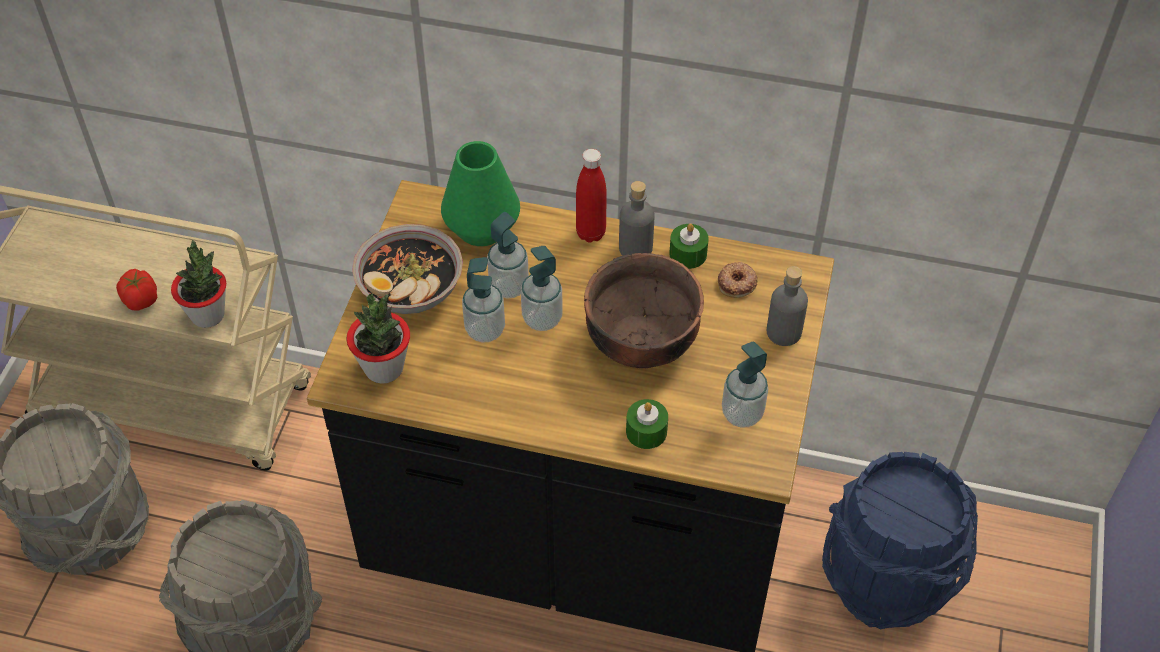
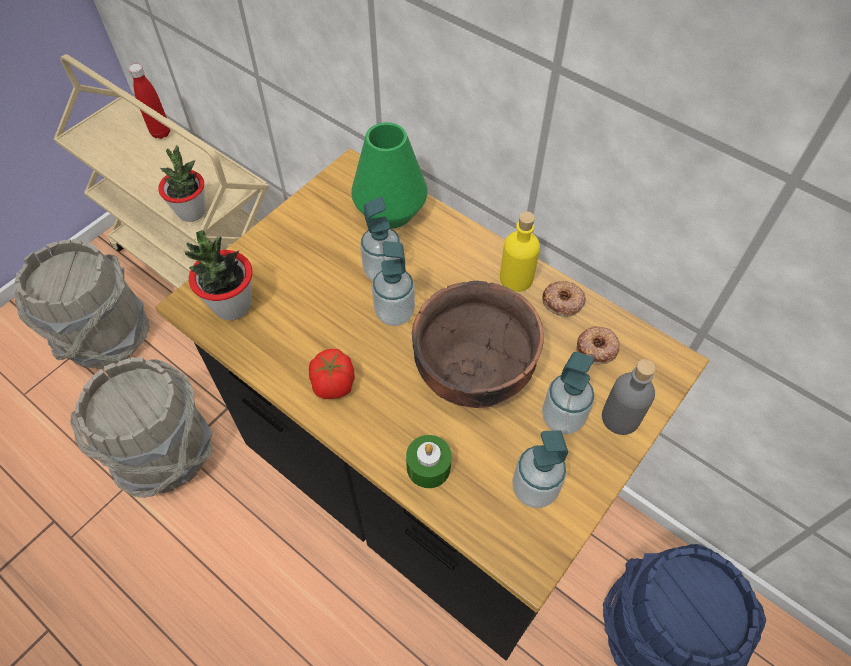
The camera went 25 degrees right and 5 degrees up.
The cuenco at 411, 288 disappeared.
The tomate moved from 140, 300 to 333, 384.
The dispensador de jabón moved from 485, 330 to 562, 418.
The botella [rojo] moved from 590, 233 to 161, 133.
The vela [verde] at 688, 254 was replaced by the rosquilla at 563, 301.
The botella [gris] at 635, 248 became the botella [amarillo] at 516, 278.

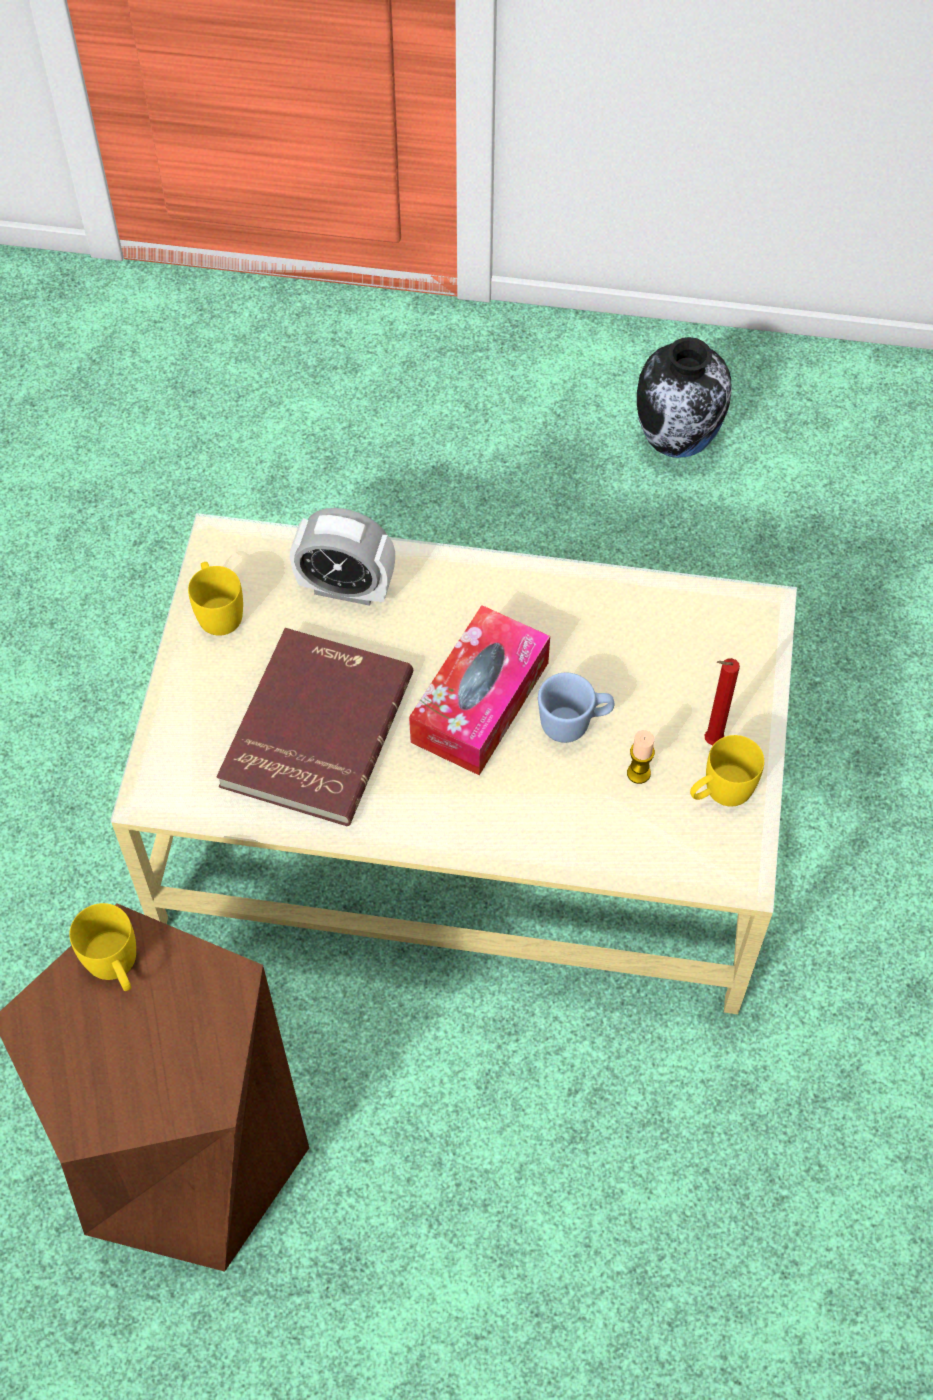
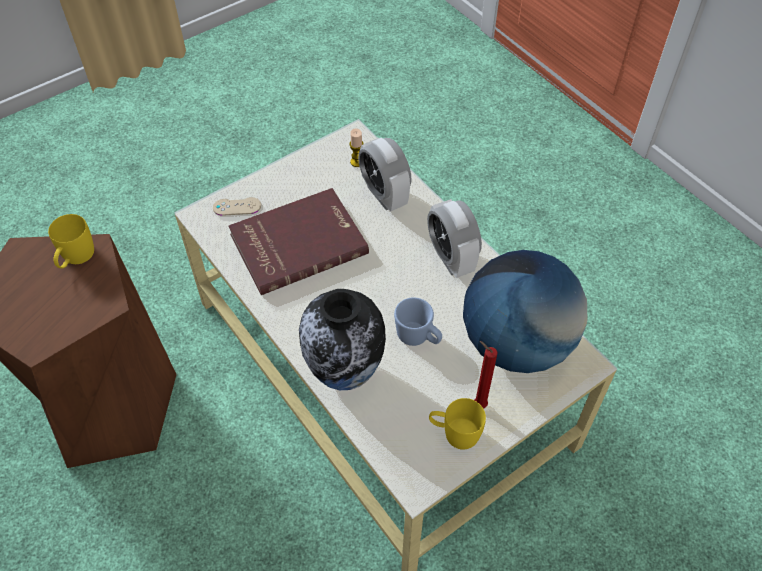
The camera went 45 degrees right and 5 degrees down.
The taza grande [amarillo] at 217, 610 disappeared.
The caja de pañuelos at 480, 702 disappeared.
The mando de consola [beis] at 237, 206 appeared.
The despertador at 451, 258 appeared.
The globo terráqueo at 516, 343 appeared.
The vela moved from 638, 773 to 357, 162.
The florero moved from 677, 443 to 345, 373.

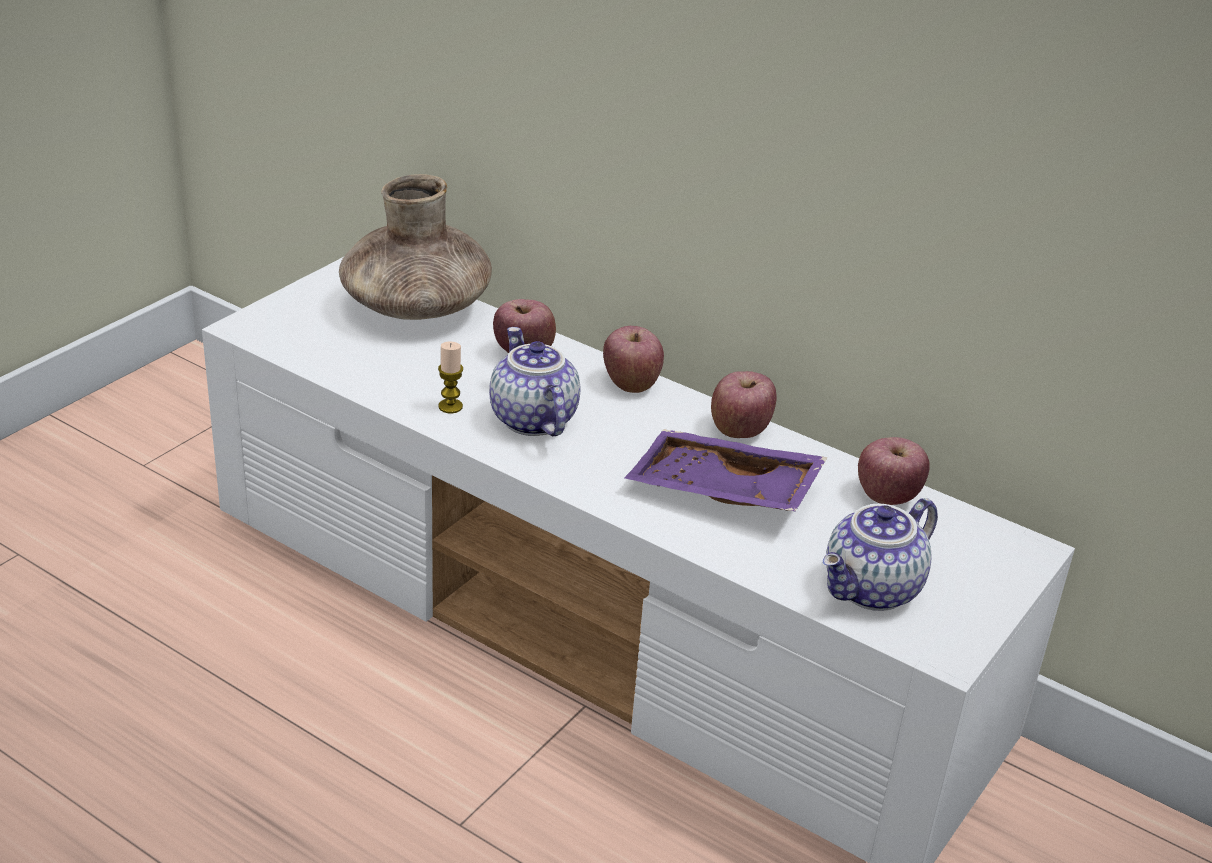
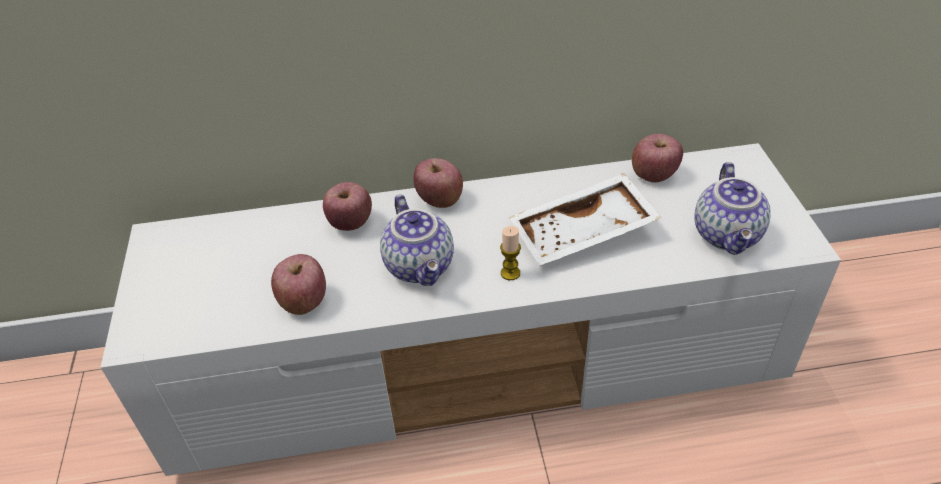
The camera went 40 degrees left and 10 degrees up.
The florero [marrón] at 416, 308 disappeared.
The vela moved from 450, 406 to 510, 273.
The manzana moved from 740, 429 to 303, 301.
The bandeja [morado] at 722, 492 became the bandeja [blanco] at 583, 234.
The tetera at 531, 419 turned 135 degrees counterclockwise.

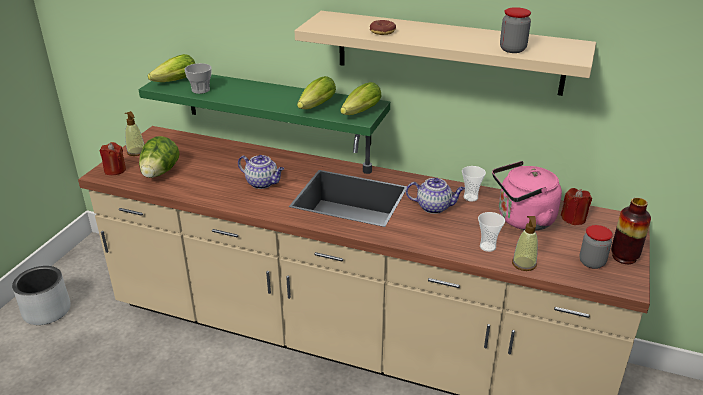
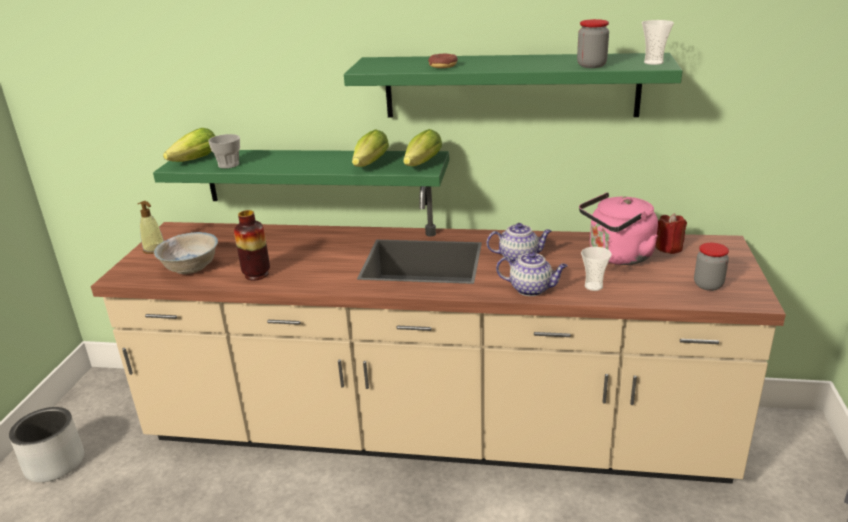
The camera went 10 degrees left and 5 degrees down.
The vela [rojo] at 115, 170 disappeared.
The dispensador de jabón at 524, 264 disappeared.
The tetera moved from 263, 183 to 531, 289.
The taza moved from 470, 197 to 653, 62.
The florero moved from 624, 257 to 256, 274.
The lechuga at 160, 173 was replaced by the cuenco [blanco] at 191, 267.
The estante [beis] at 448, 52 became the estante [verde] at 510, 86.

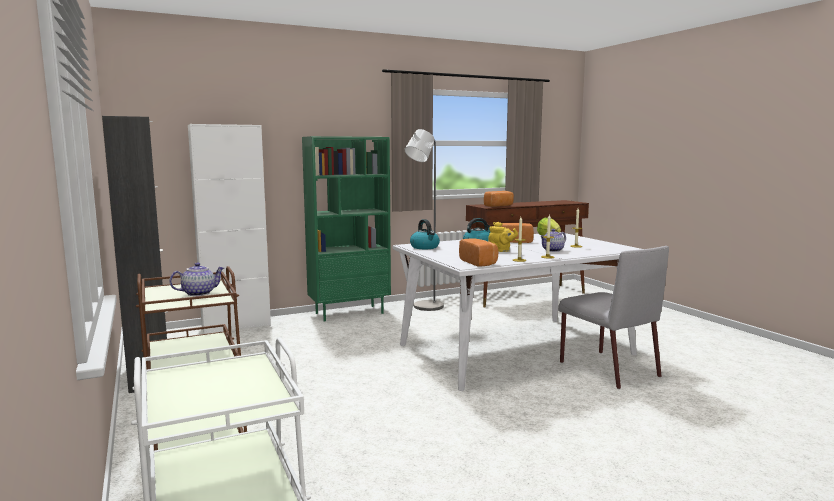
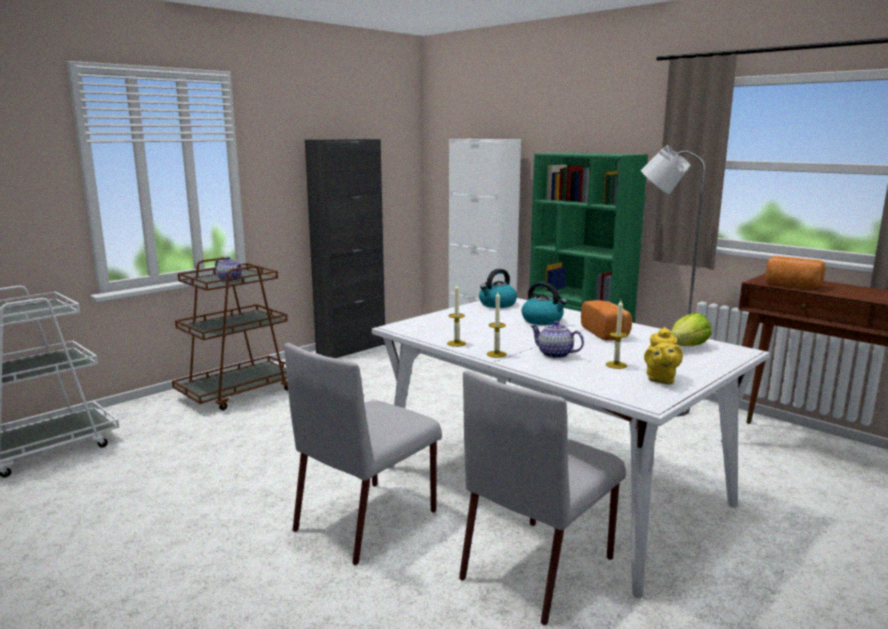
The camera went 70 degrees right and 5 degrees up.
The pan at 479, 262 disappeared.
The silla [gris] at 368, 519 appeared.
The tetera [amarillo] moved from 501, 251 to 660, 379.

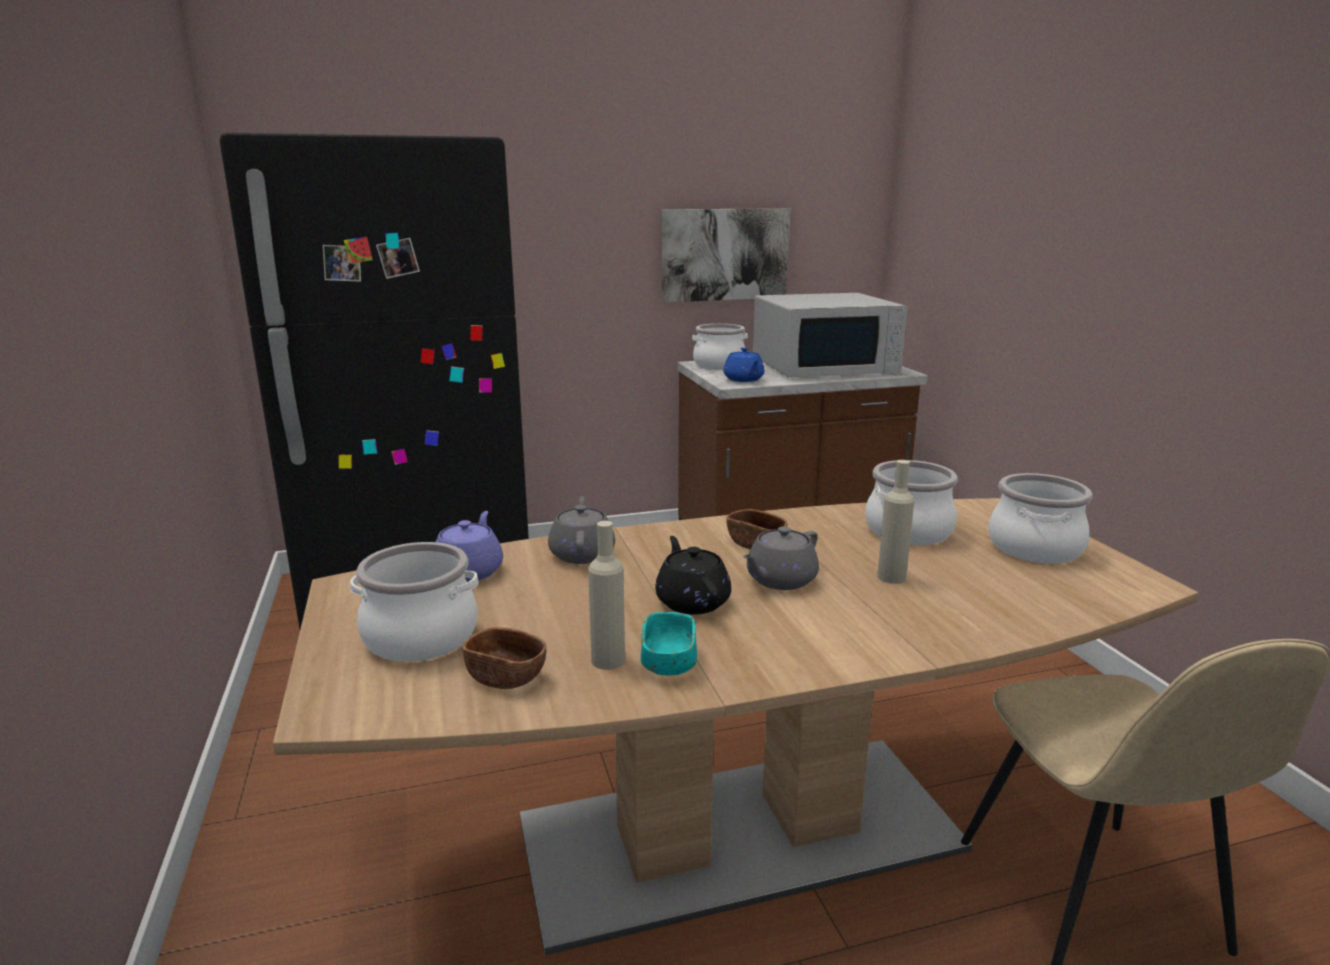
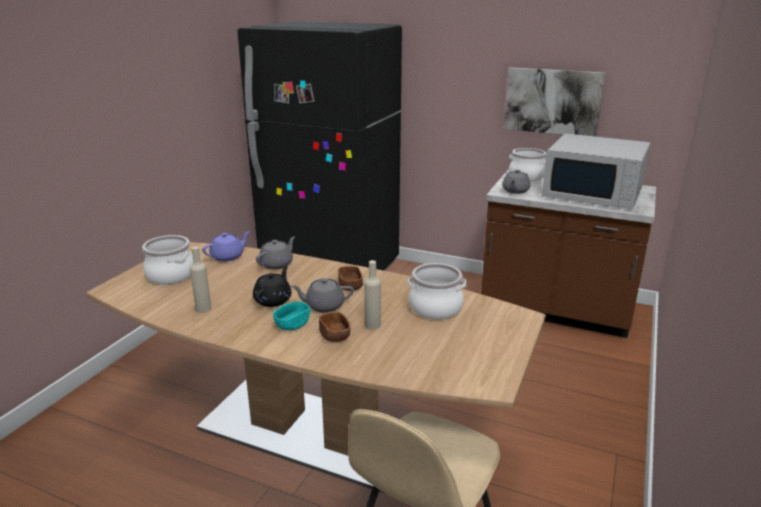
The camera went 40 degrees right and 5 degrees up.
The olla at 1033, 548 disappeared.
The cuenco [marrón] moved from 506, 677 to 335, 336.
The cuenco [turquesa] moved from 668, 663 to 292, 325.
The tetera [azul] at 744, 379 became the tetera [gris] at 515, 191.

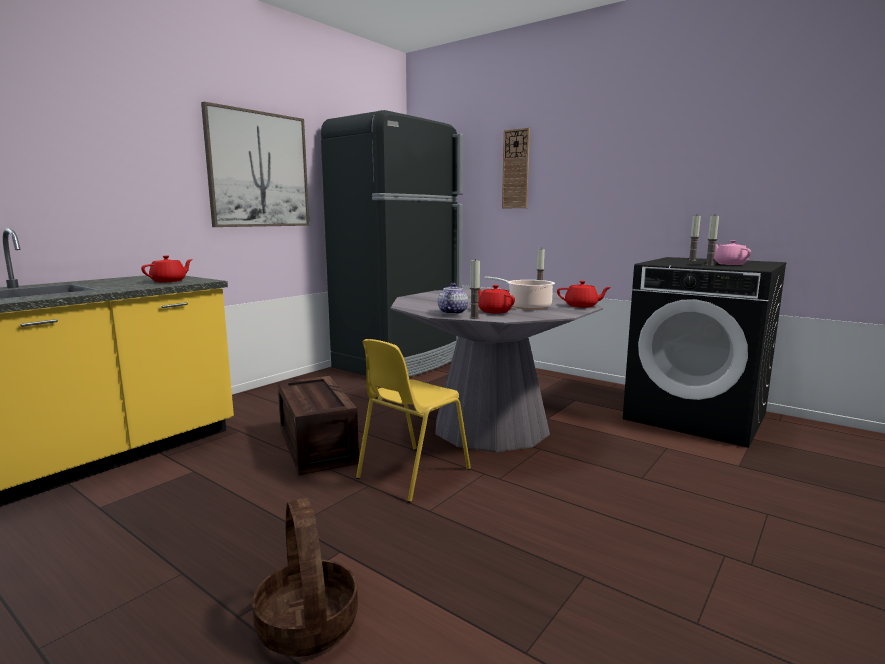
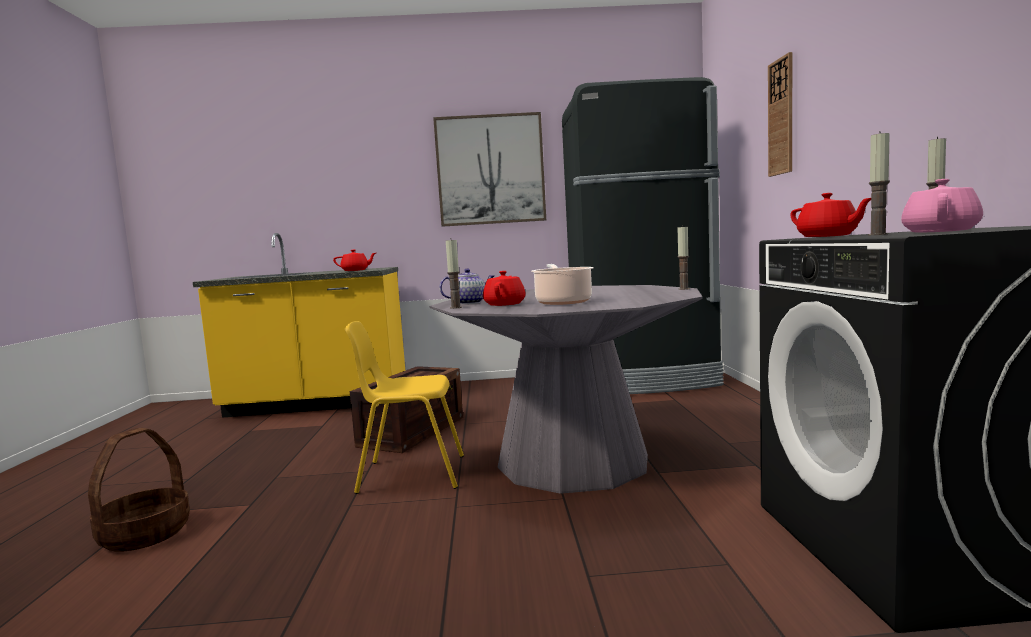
The camera went 50 degrees right and 5 degrees down.
The tetera [rojo] moved from 582, 306 to 827, 236.

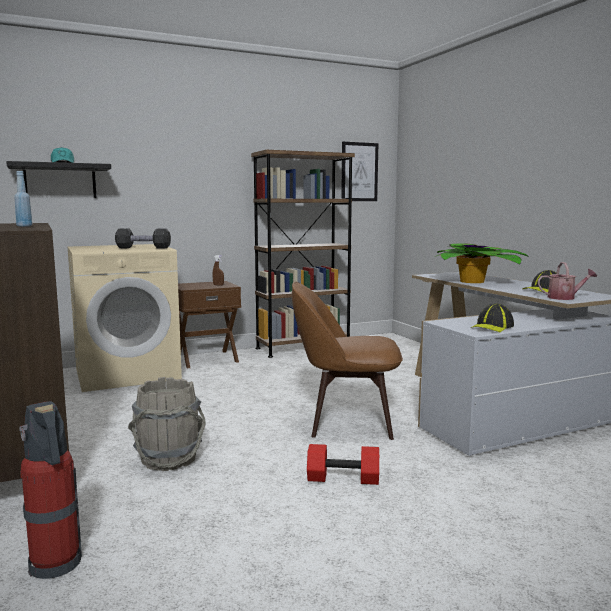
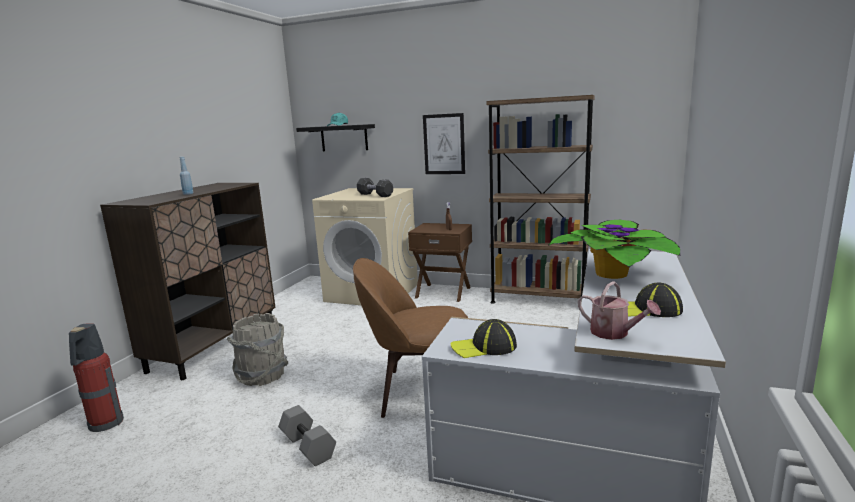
The camera went 45 degrees right and 5 degrees up.
The cuadro moved from 359, 172 to 444, 144.
The mancuerna [rojo] at 342, 479 became the mancuerna [gris] at 306, 447.
The silla [marrón] at 346, 420 turned 45 degrees counterclockwise.

